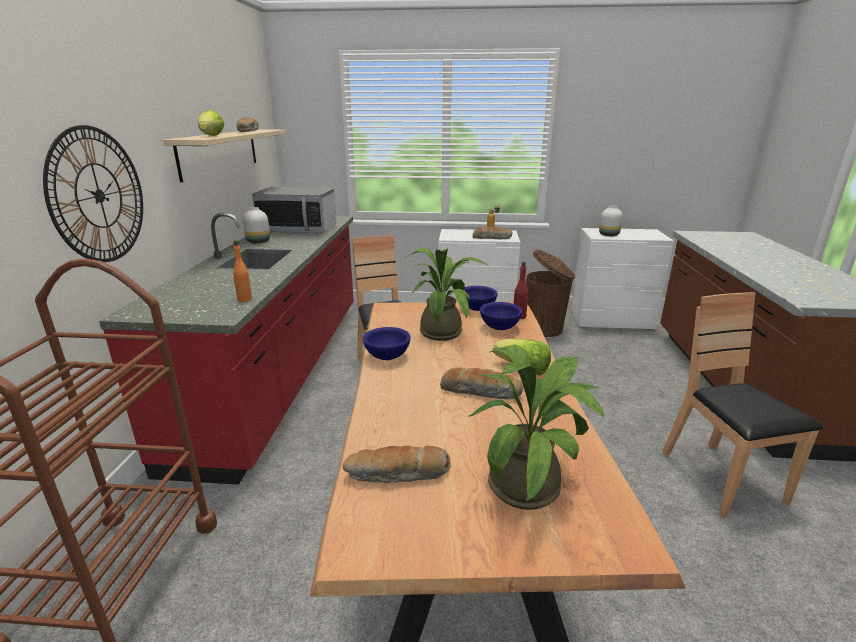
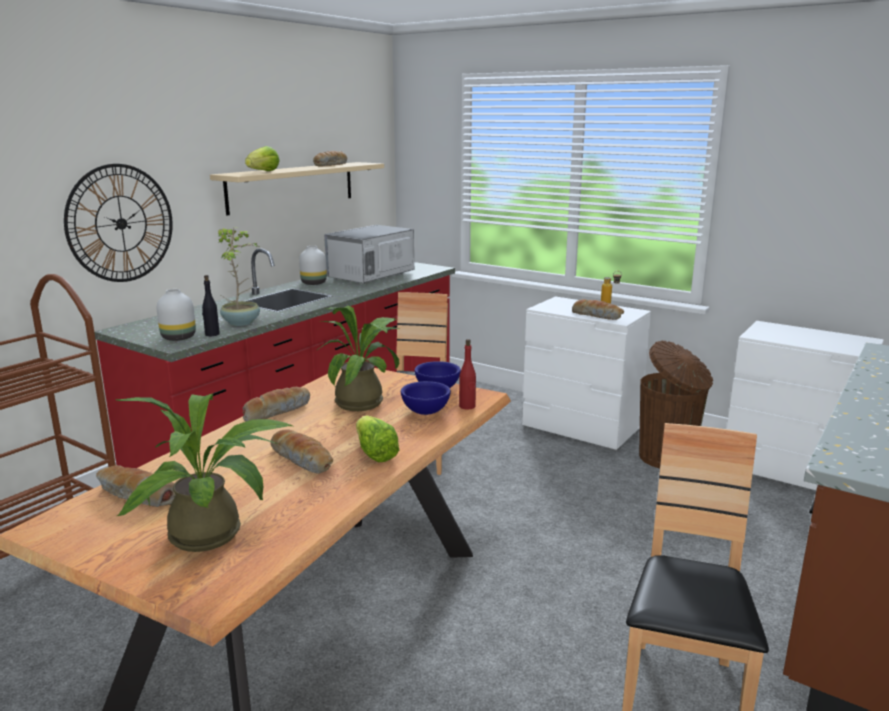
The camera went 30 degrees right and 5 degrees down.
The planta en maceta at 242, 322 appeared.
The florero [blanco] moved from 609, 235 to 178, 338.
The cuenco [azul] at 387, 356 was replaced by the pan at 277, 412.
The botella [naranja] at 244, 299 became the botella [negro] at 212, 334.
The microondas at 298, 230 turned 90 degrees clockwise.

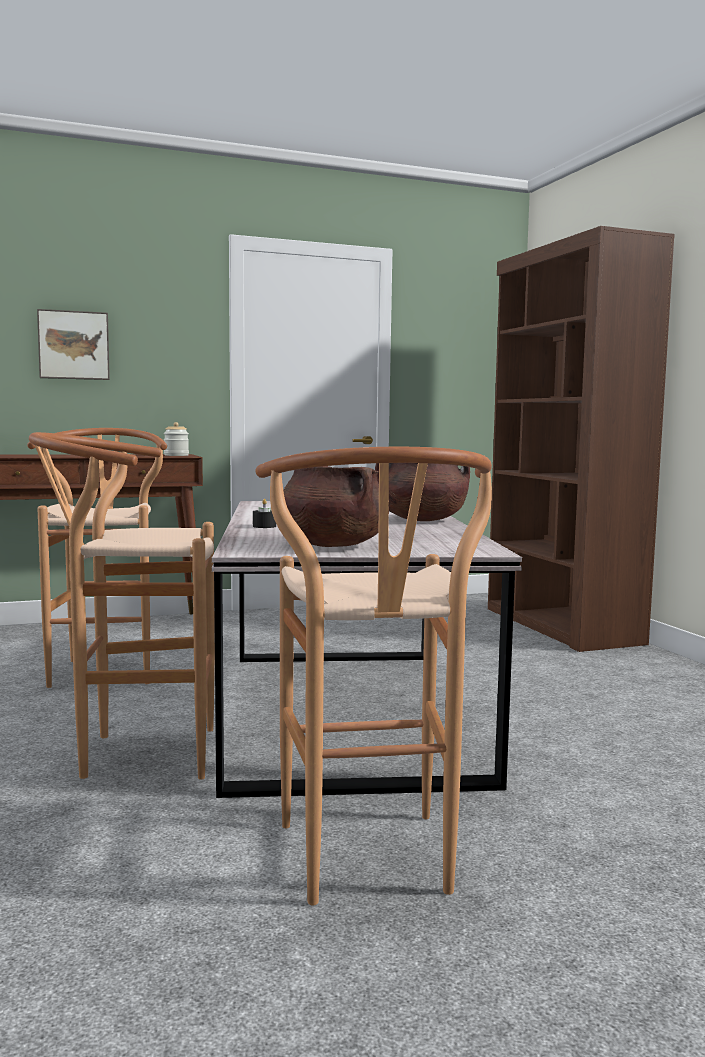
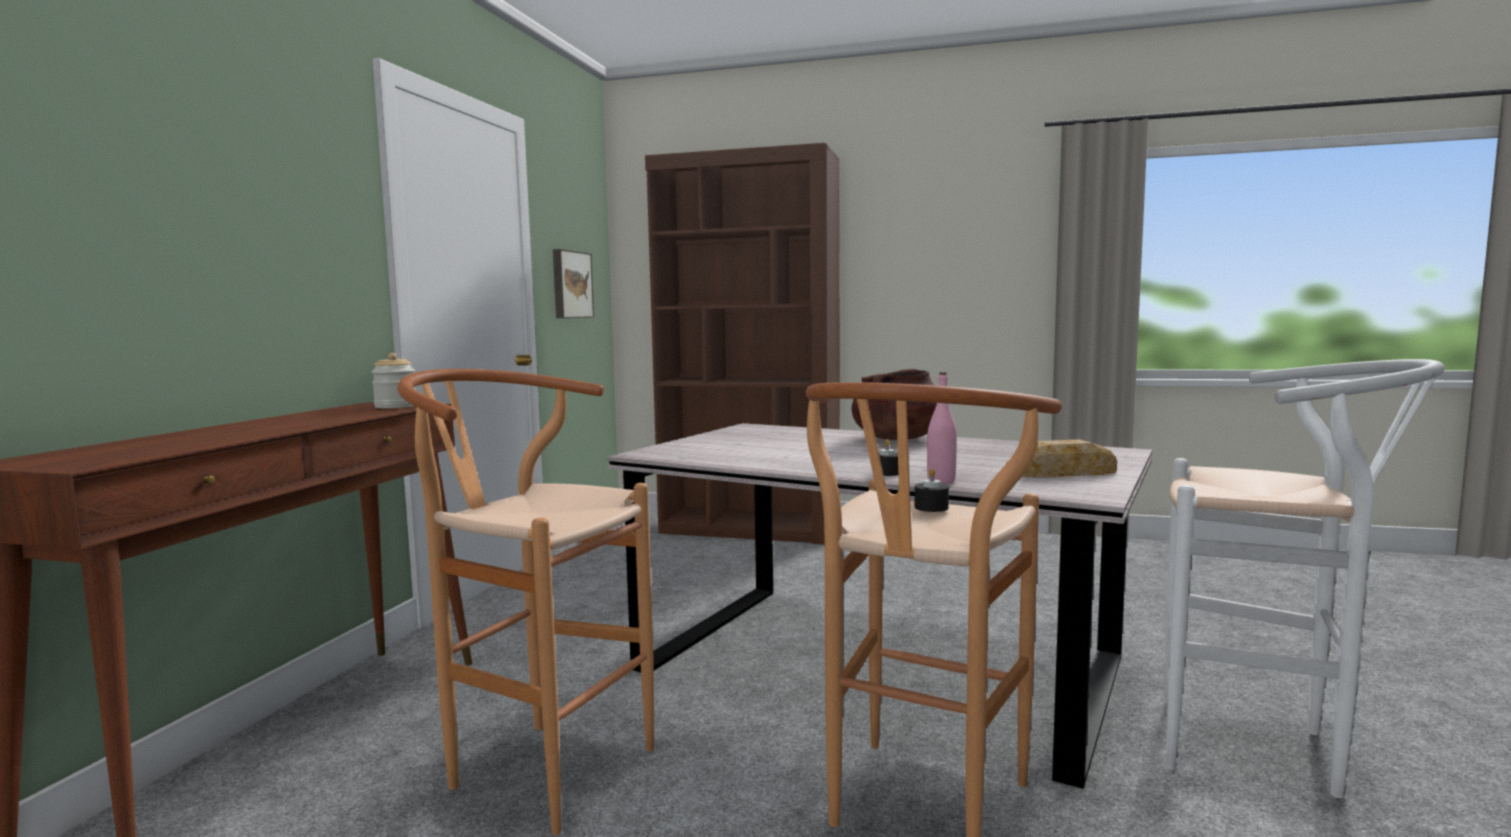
The camera went 55 degrees left and 0 degrees up.
The vela [negro] at 931, 507 appeared.
The botella [rosa] at 941, 481 appeared.
The cuadro moved from 73, 345 to 570, 284.
The olla [marrón] at 332, 545 was replaced by the pan at 1061, 472.
The taburete [marrón] at 371, 867 became the taburete [blanco] at 1265, 751.

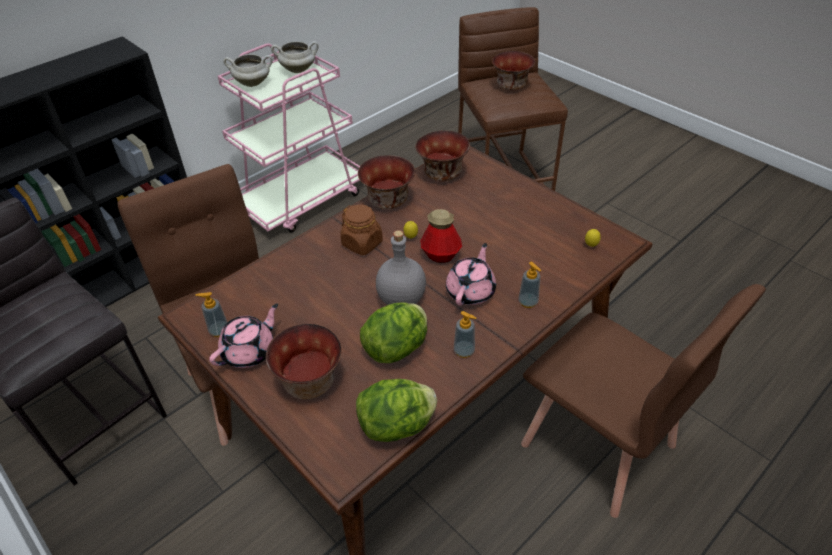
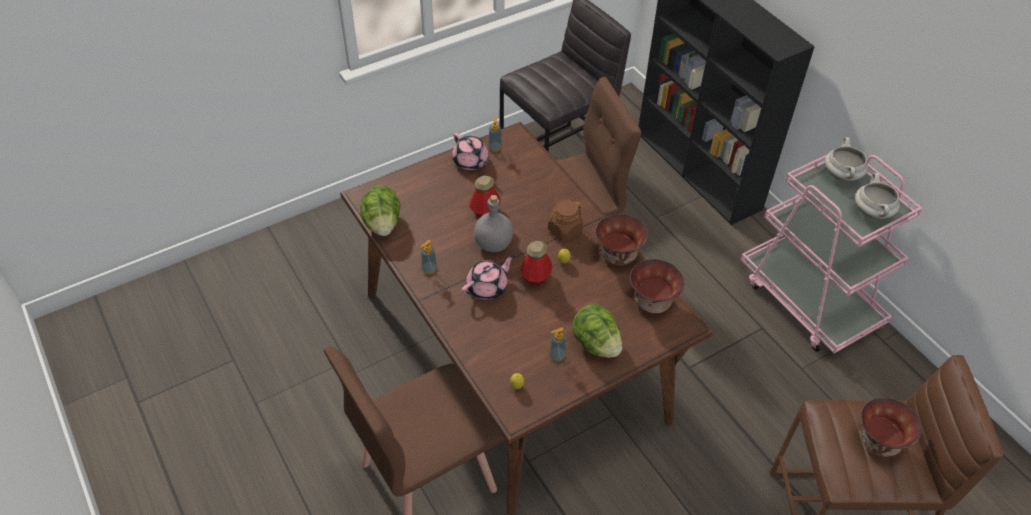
The camera went 100 degrees right and 5 degrees up.
The cuenco at 309, 382 disappeared.
The botella at 485, 211 appeared.
The lechuga moved from 397, 348 to 596, 344.
The dispensador de jabón moved from 528, 302 to 557, 355.
The tetera [rosa] at 471, 291 turned 75 degrees counterclockwise.

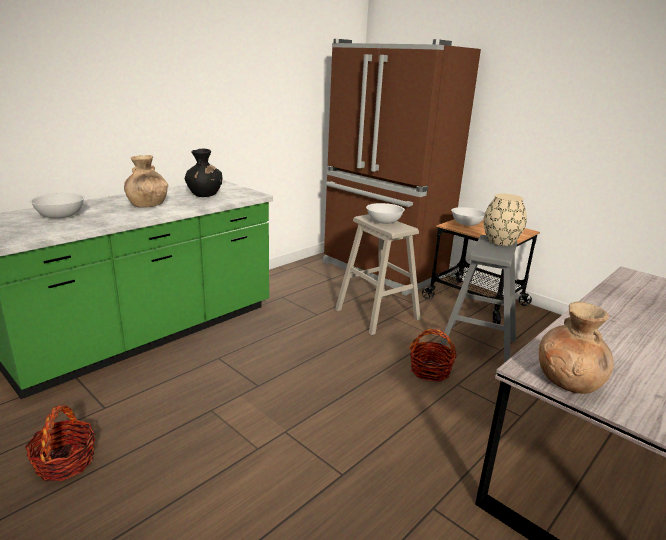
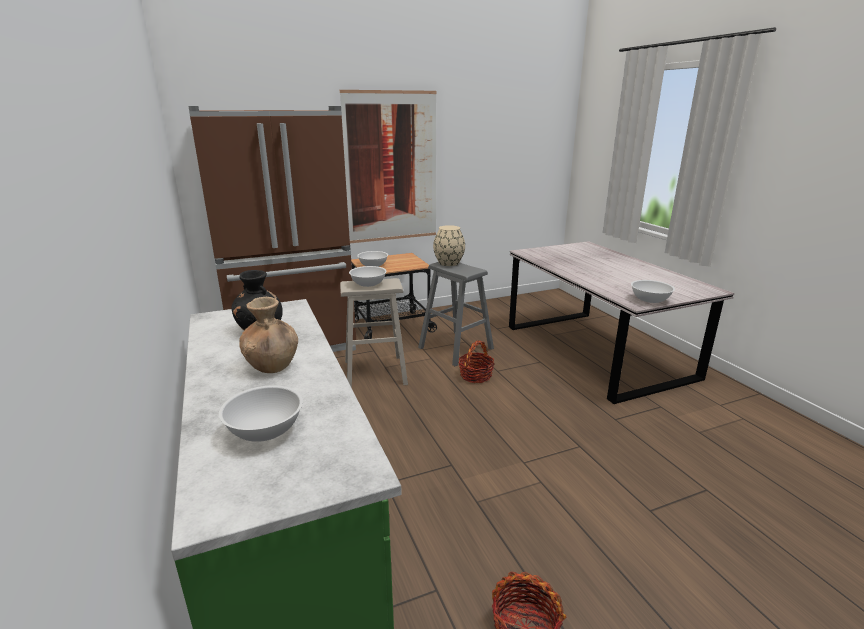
The camera went 65 degrees left and 0 degrees up.
The cuadro at 391, 168 appeared.
The florero [marrón] at 568, 382 was replaced by the cuenco [blanco] at 650, 300.

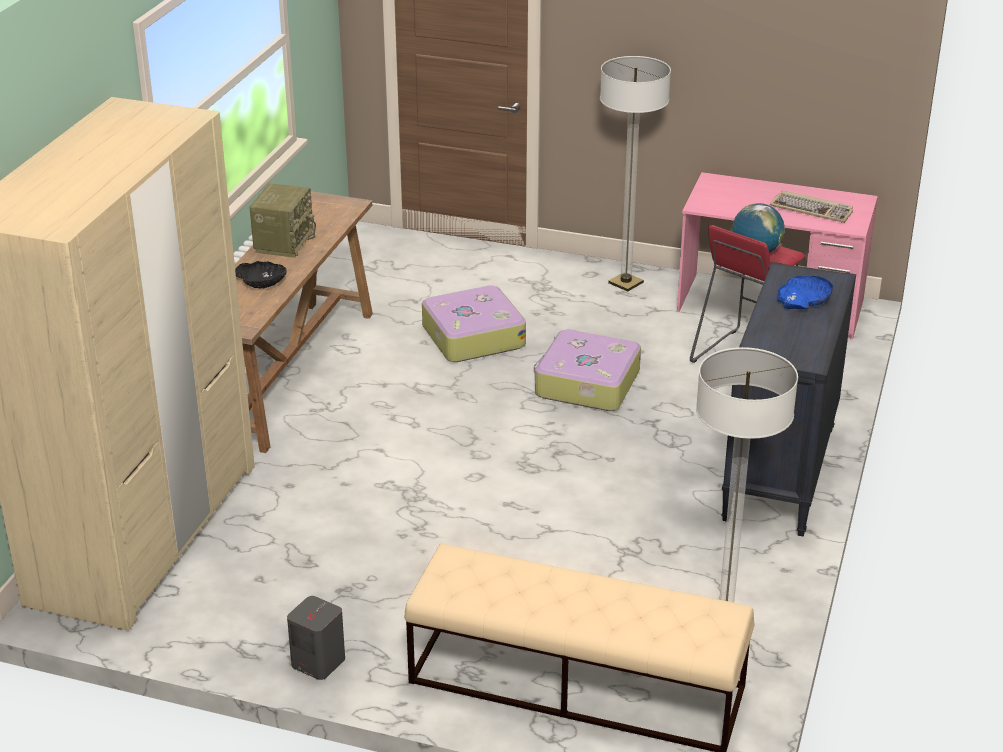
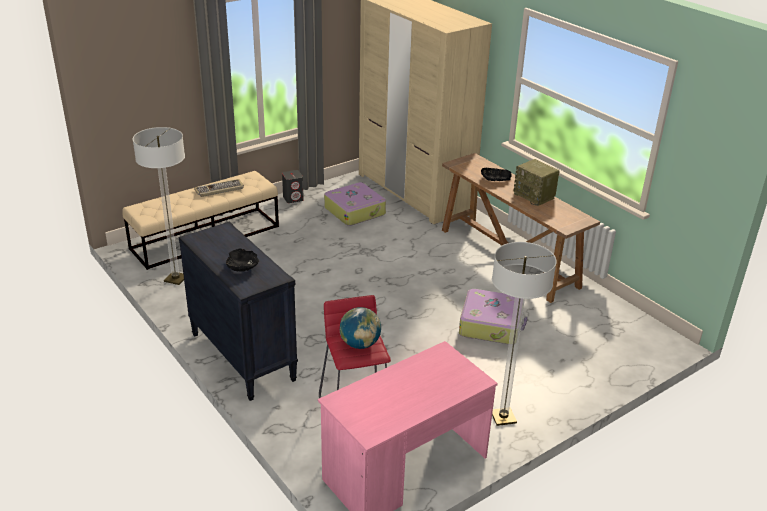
The camera went 125 degrees right and 0 degrees up.
The maleta moved from 586, 384 to 355, 211.
The teclado moved from 812, 209 to 219, 189.
The cuenco [azul] at 803, 301 became the cuenco [negro] at 242, 266.

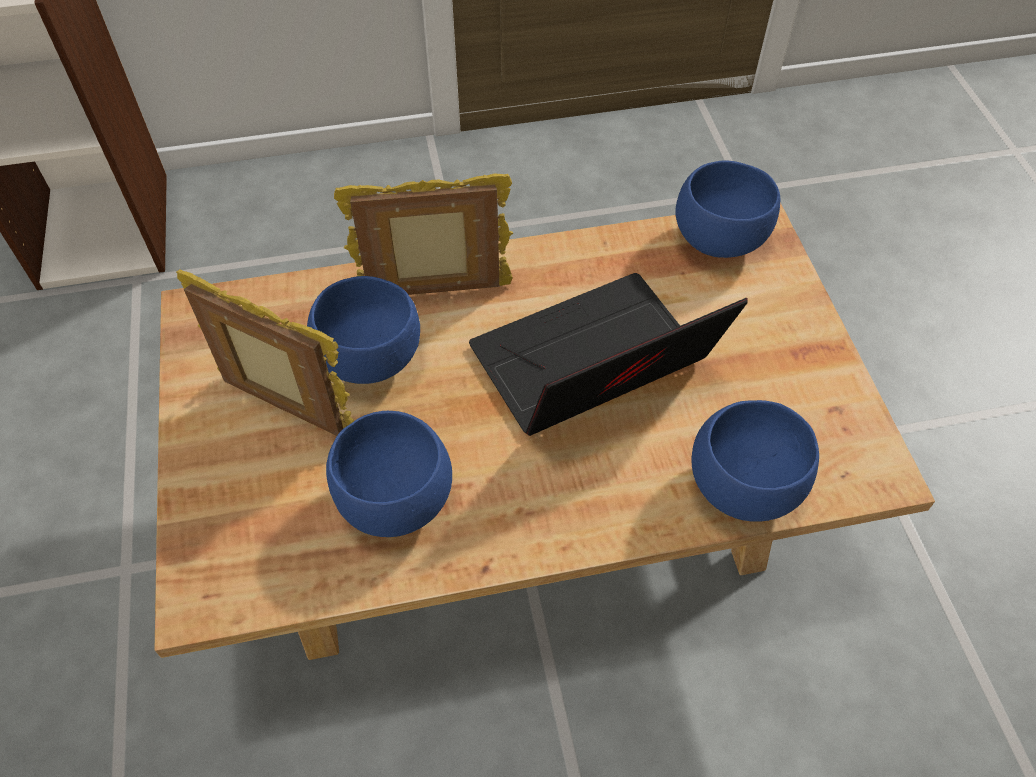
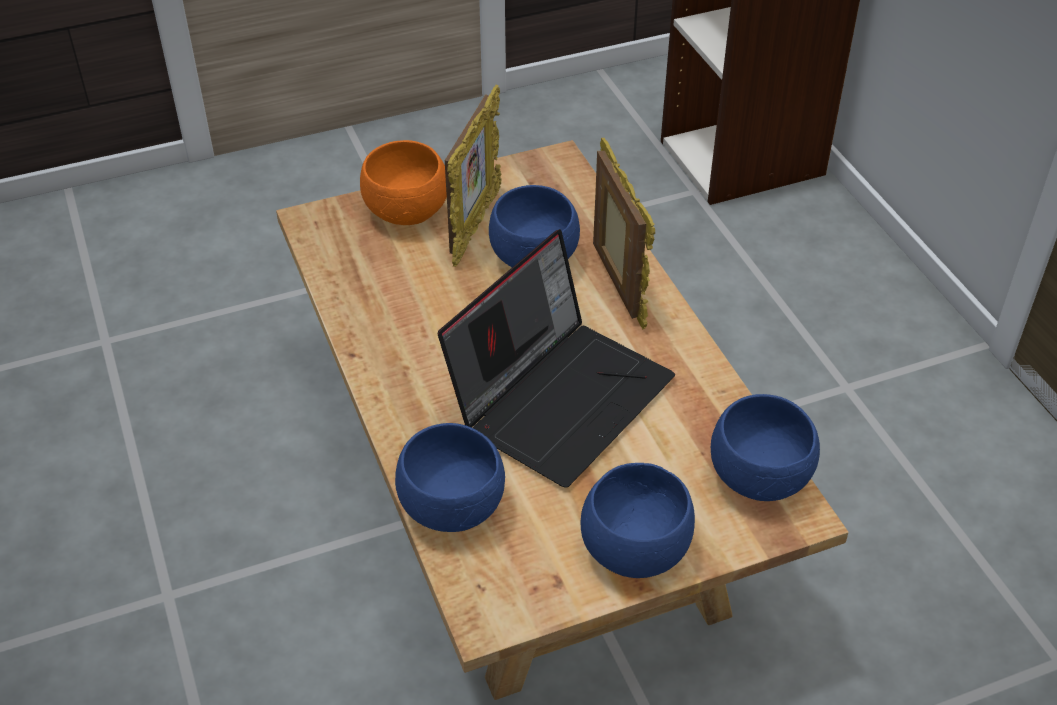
The camera went 80 degrees right and 10 degrees down.
The cuenco [naranja] at 409, 214 appeared.
The cuenco [azul] moved from 394, 504 to 631, 551.
The portátil at 591, 369 turned 75 degrees clockwise.

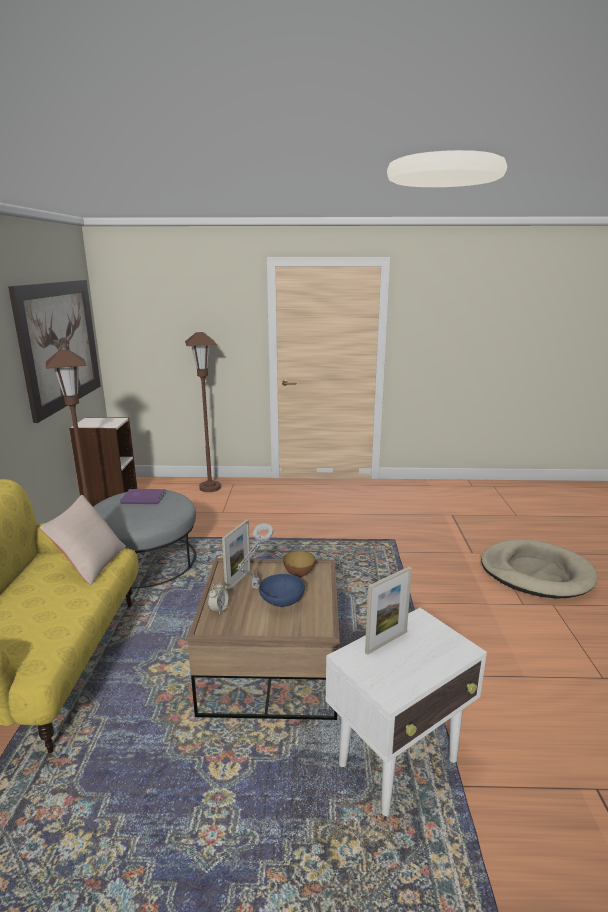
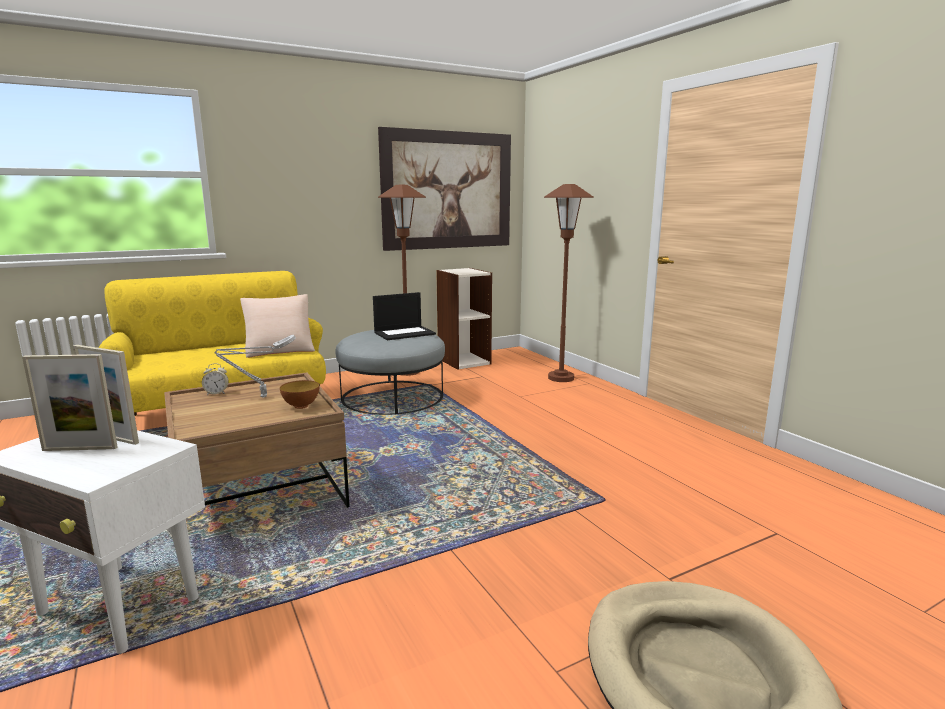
The camera went 60 degrees right and 5 degrees down.
The cuenco [azul] at 281, 602 disappeared.
The portarretratos moved from 238, 581 to 80, 449.
The libro [morado] at 143, 497 was replaced by the portátil at 405, 333.

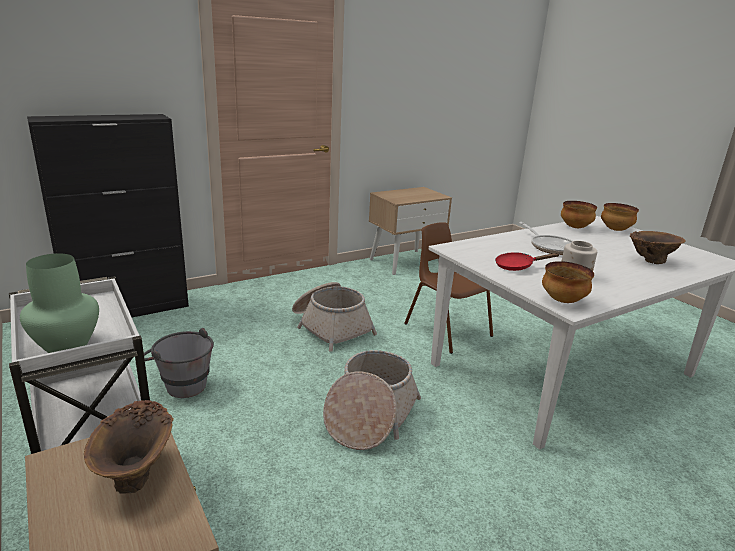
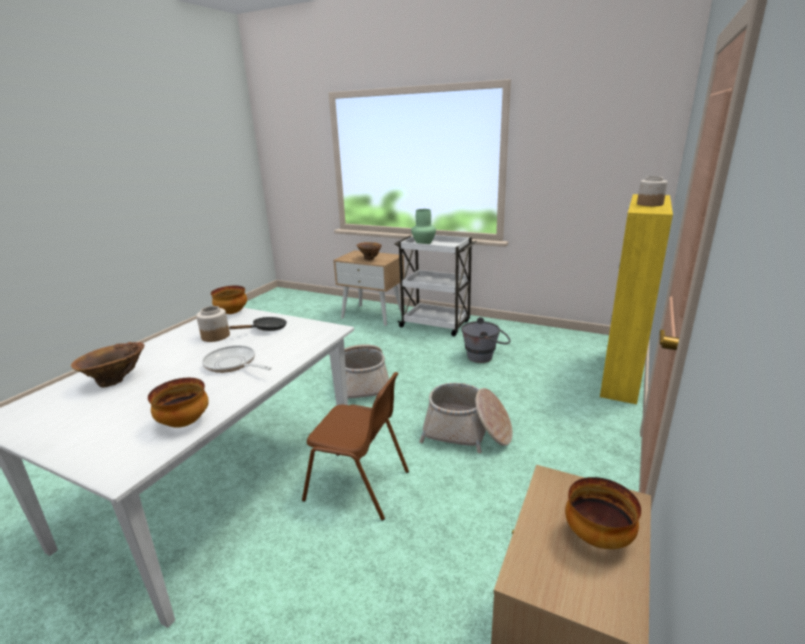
The camera went 150 degrees right and 0 degrees up.
The tarro at 649, 204 appeared.
The cuenco moved from 615, 230 to 597, 536.
The armario [negro] at 129, 310 became the armario [amarillo] at 621, 376.
The sartén [rojo] at 517, 266 became the sartén [negro] at 266, 329.

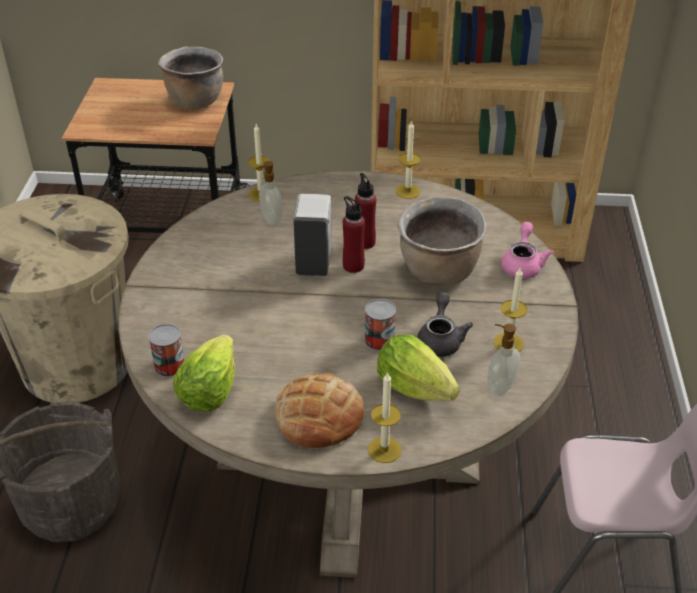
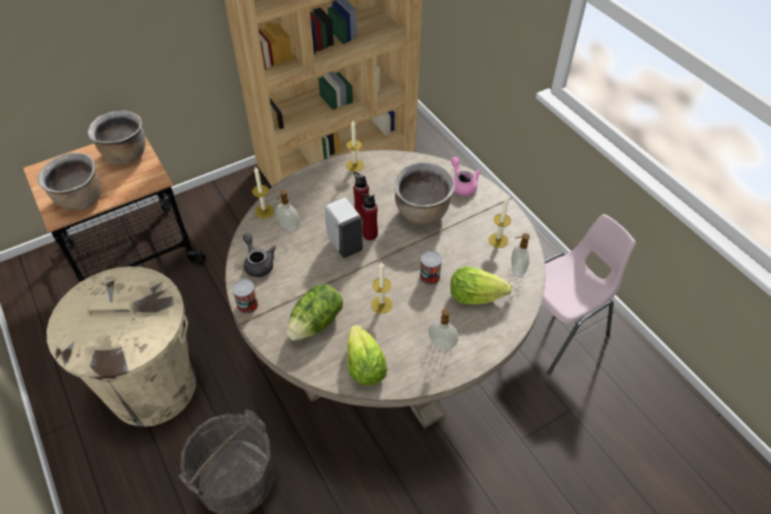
The camera went 35 degrees left and 10 degrees up.
The olla [marrón] at 81, 200 appeared.
The lechuga at 317, 323 appeared.
The lata moved from 169, 366 to 247, 305.
The vela moved from 384, 449 to 381, 304.
The tetera [gris] moved from 440, 339 to 258, 263.
The pan at 319, 416 was replaced by the dispensador de jabón at 441, 345.

